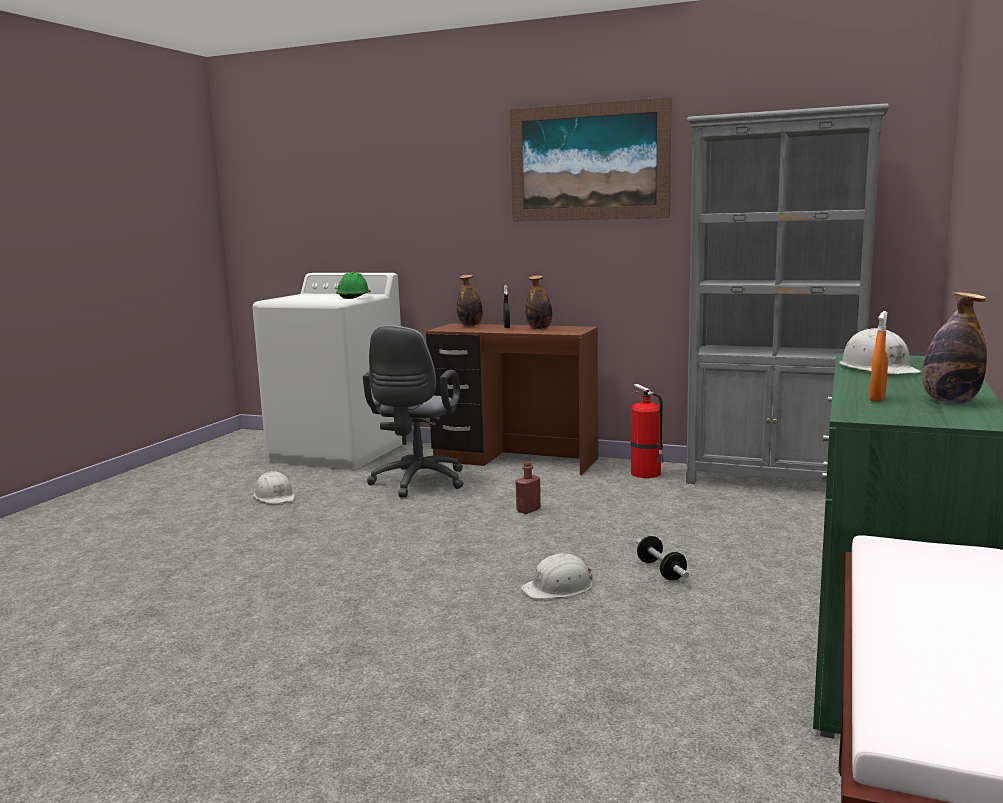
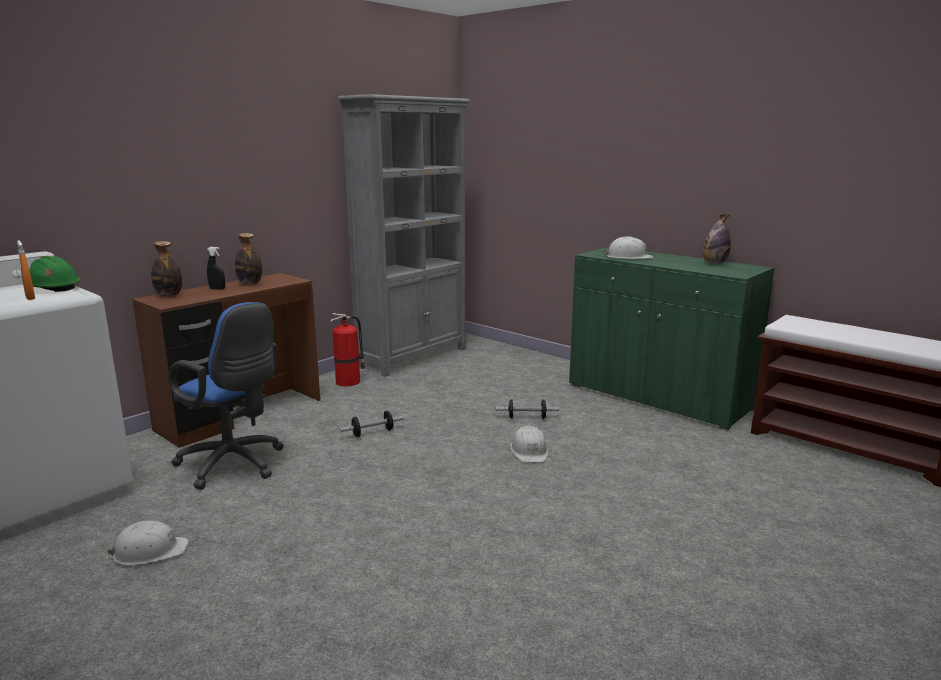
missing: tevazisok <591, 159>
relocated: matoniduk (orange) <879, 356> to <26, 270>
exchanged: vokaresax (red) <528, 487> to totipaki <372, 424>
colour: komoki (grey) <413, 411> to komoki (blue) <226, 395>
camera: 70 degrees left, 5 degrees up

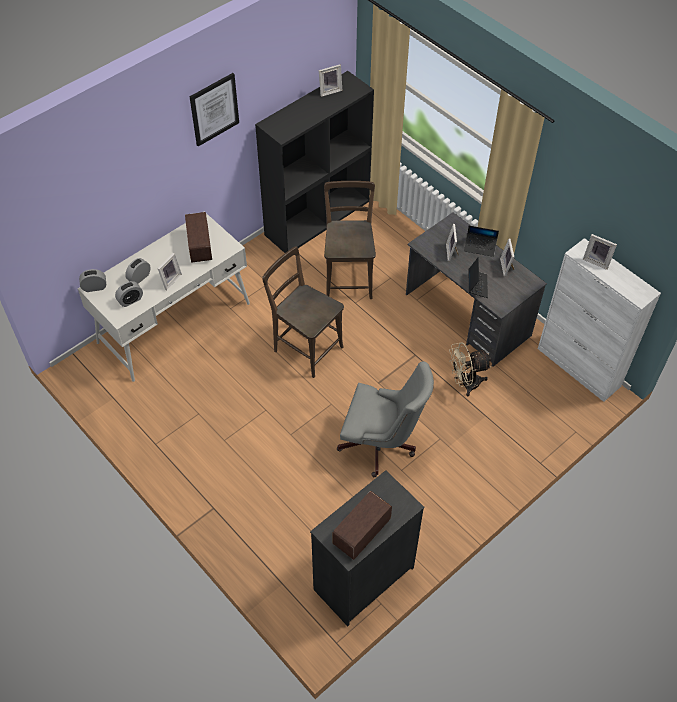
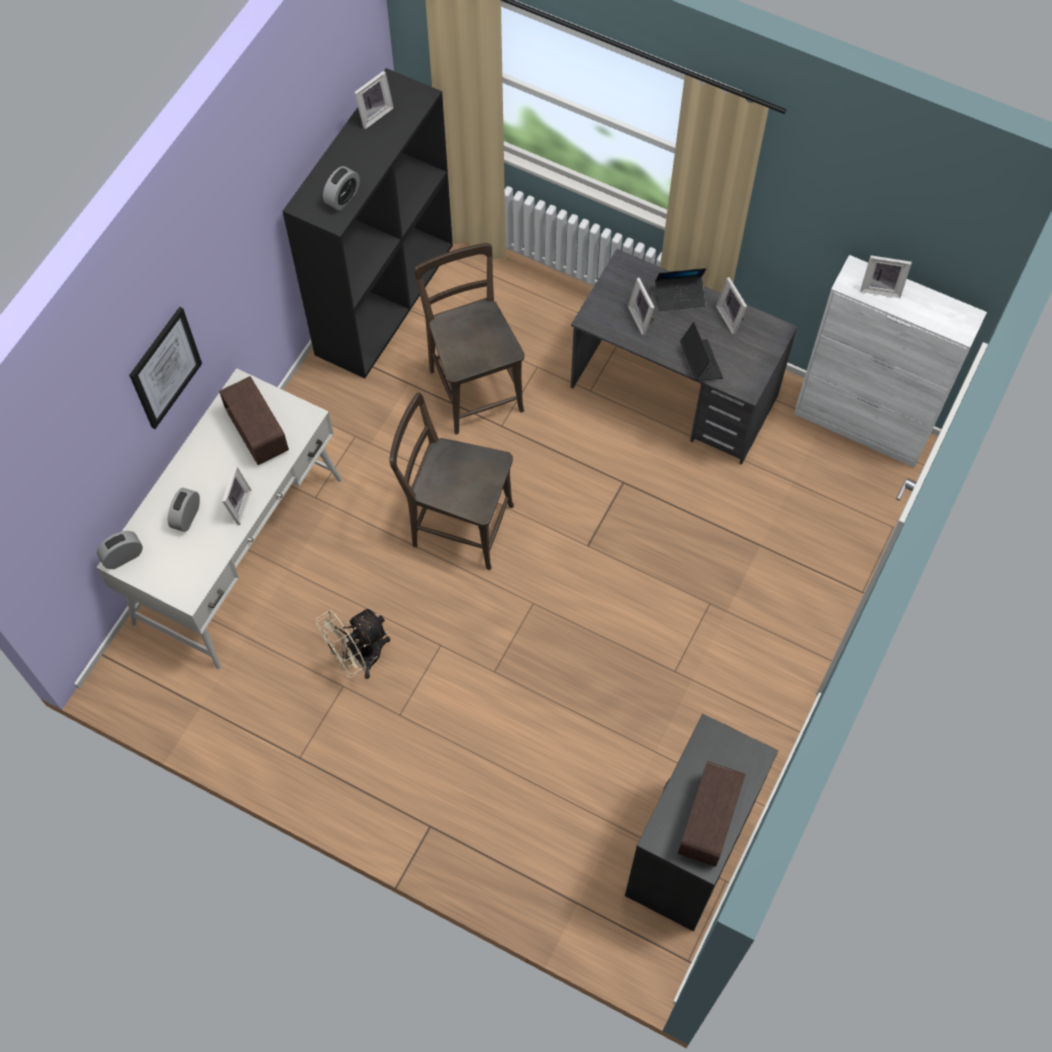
missing: komoki (grey) <385, 419>
relocated: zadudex <129, 294> to <341, 188>; tevazisok <214, 109> to <165, 368>; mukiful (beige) <470, 369> to <353, 643>
camera: 20 degrees left, 10 degrees up

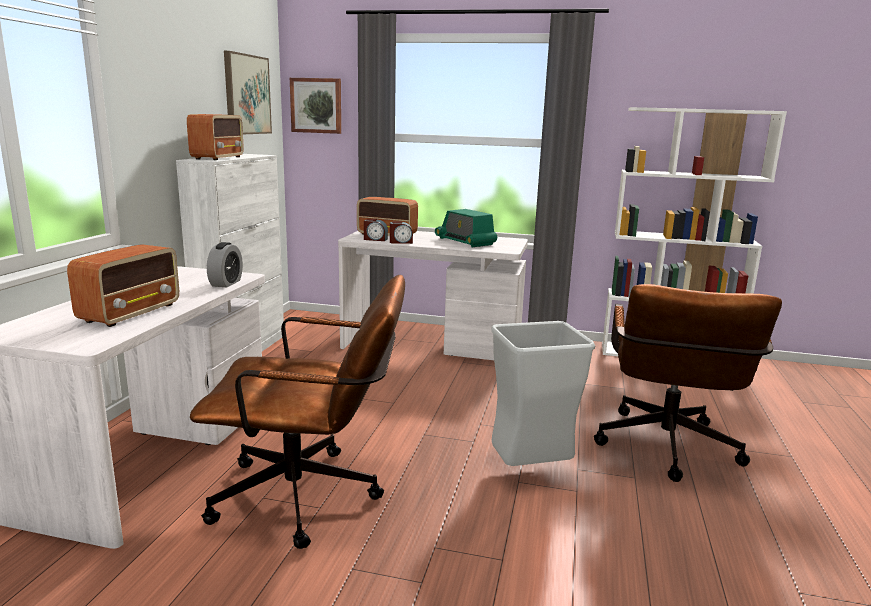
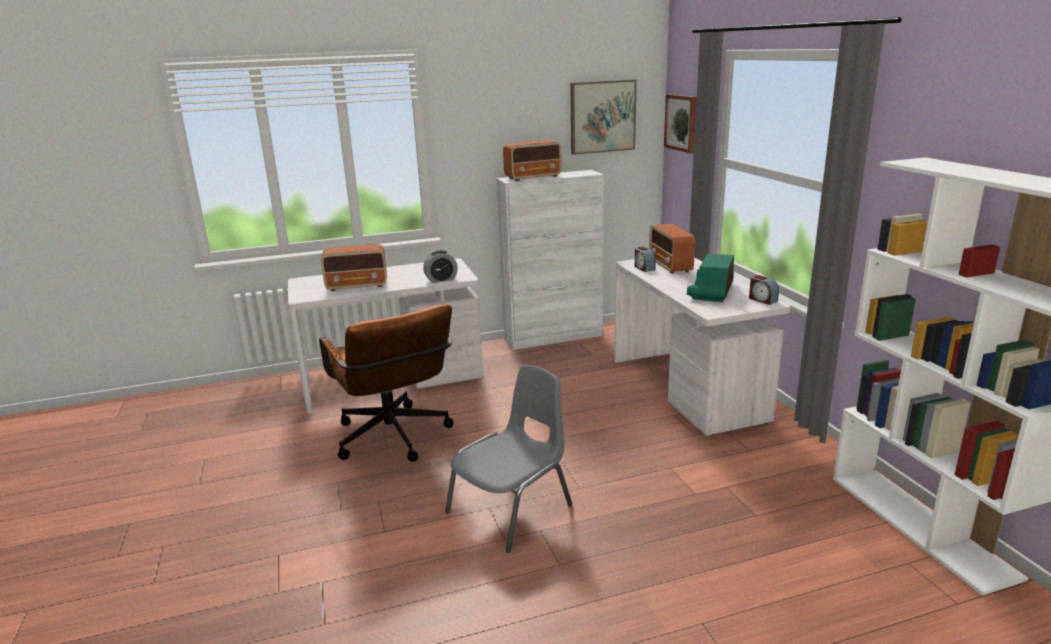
missing: komoki (brown) <688, 383>
relocated: zadudex <401, 232> to <764, 290>
exchanged: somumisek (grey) <543, 393> to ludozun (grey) <508, 458>
camera: 60 degrees right, 5 degrees up

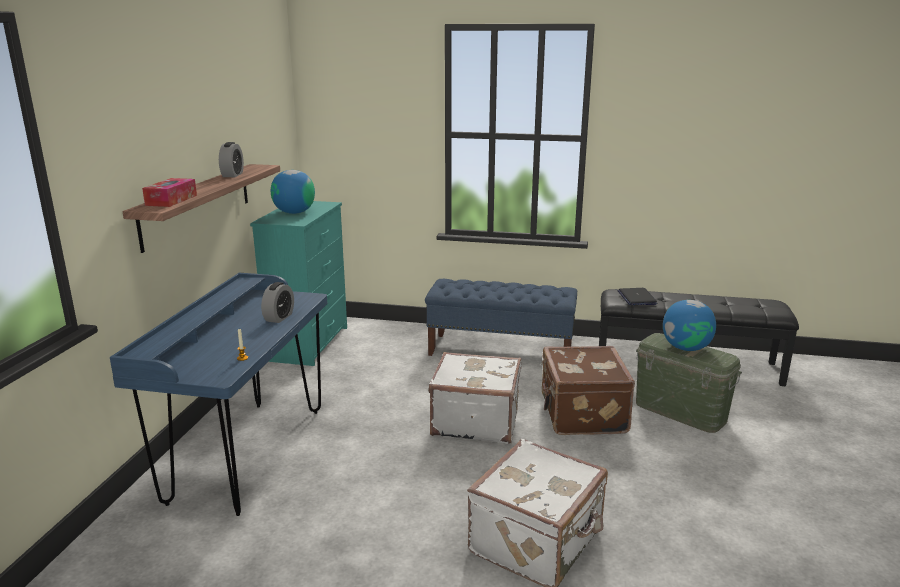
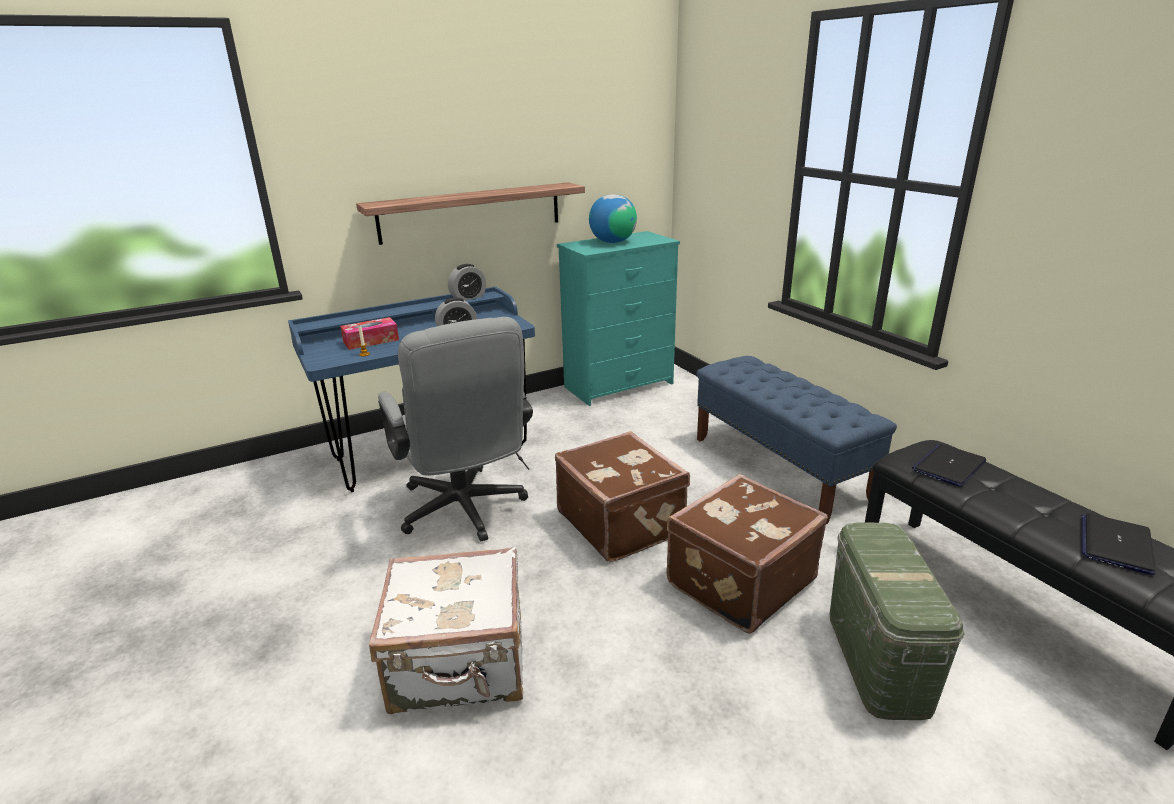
missing: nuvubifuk <689, 325>
appeared: komoki (grey) <455, 429>; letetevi <1118, 544>
relocated: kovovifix <169, 192> to <369, 333>; zadudex <231, 159> to <467, 282>
colour: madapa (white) <474, 397> to madapa (brown) <622, 496>
camera: 50 degrees right, 5 degrees up

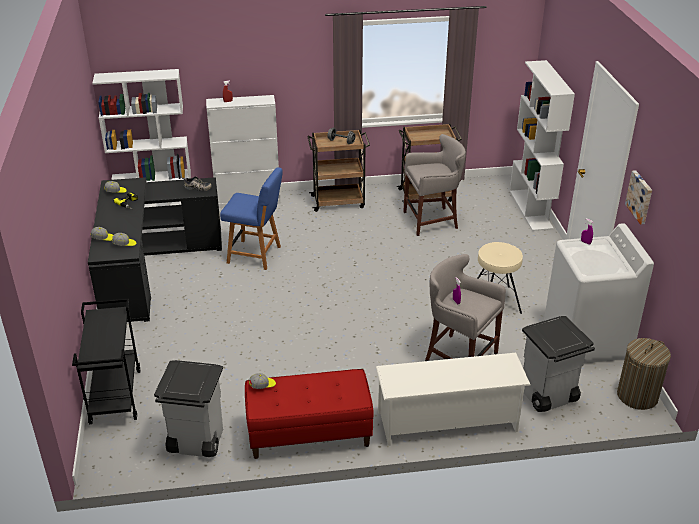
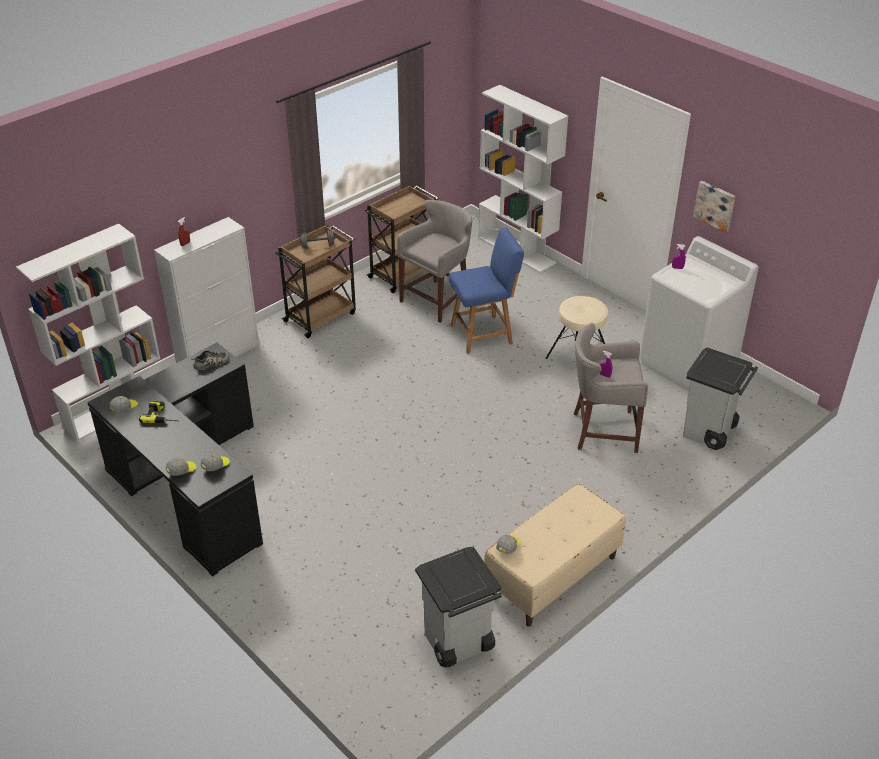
missing: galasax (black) <106, 361>; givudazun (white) <453, 399>; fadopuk <644, 374>
relocated: ludozun (blue) <251, 218> to <486, 290>
colour: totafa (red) <309, 414> to totafa (beige) <555, 555>
camera: 35 degrees left, 5 degrees up

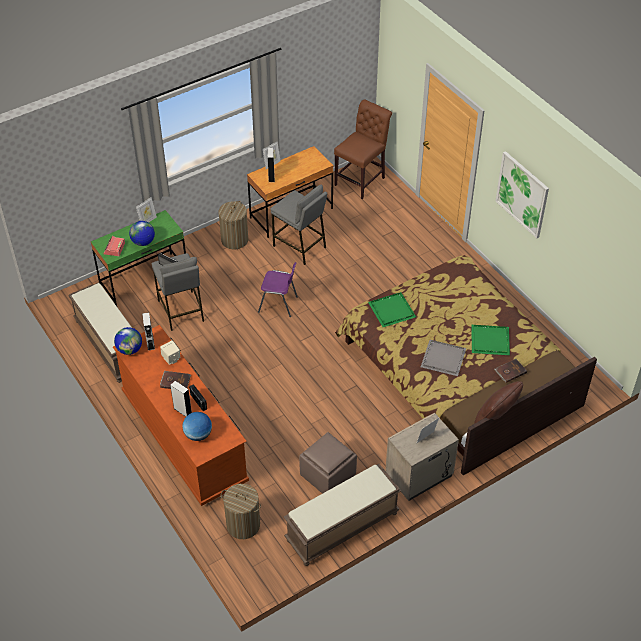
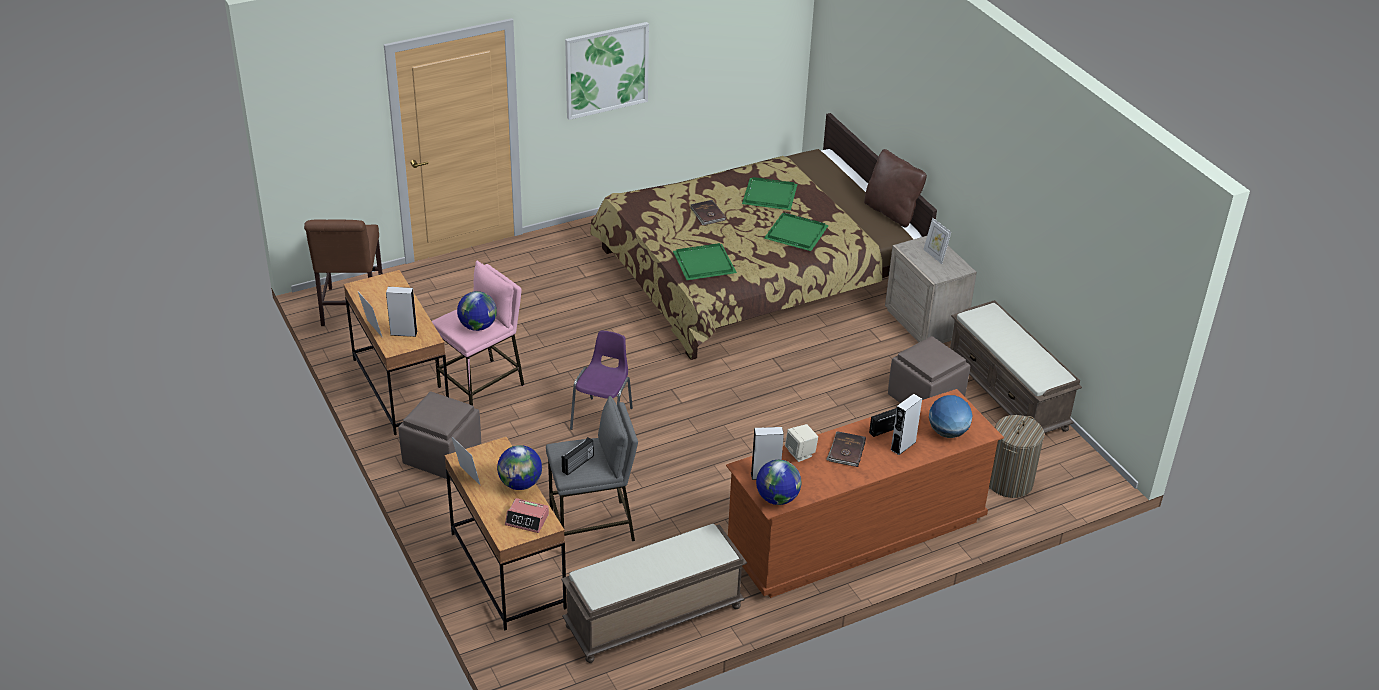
appeared: nuvubifuk <477, 311>
relocated: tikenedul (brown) <510, 371> to <708, 212>
exchanged: fadopuk <233, 225> to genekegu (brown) <439, 436>
colour: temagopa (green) <138, 258> to temagopa (brown) <506, 533>; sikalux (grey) <299, 224> to sikalux (pink) <478, 333>; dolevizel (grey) <443, 358> to dolevizel (green) <796, 231>
spun: ludozun (brown) <363, 149> = <343, 272> 135 degrees counterclockwise
camera: 85 degrees left, 10 degrees down

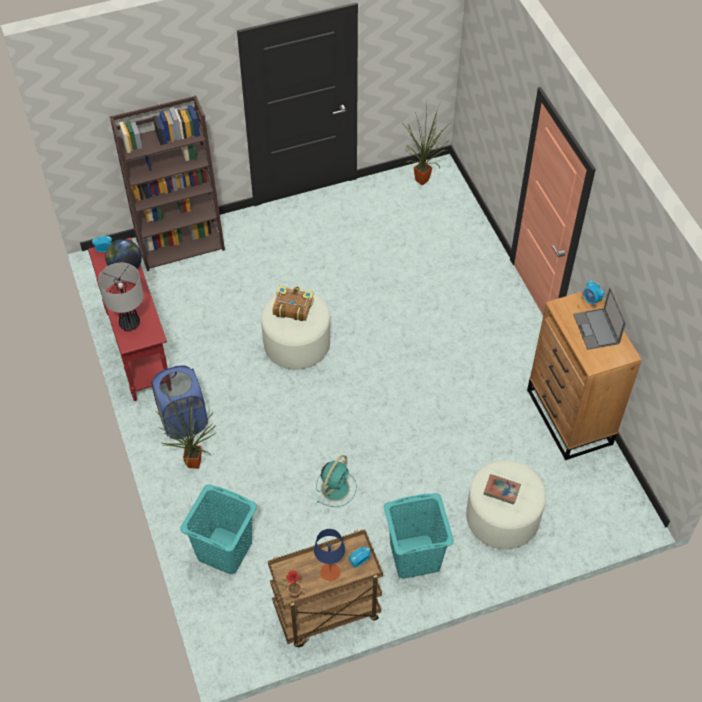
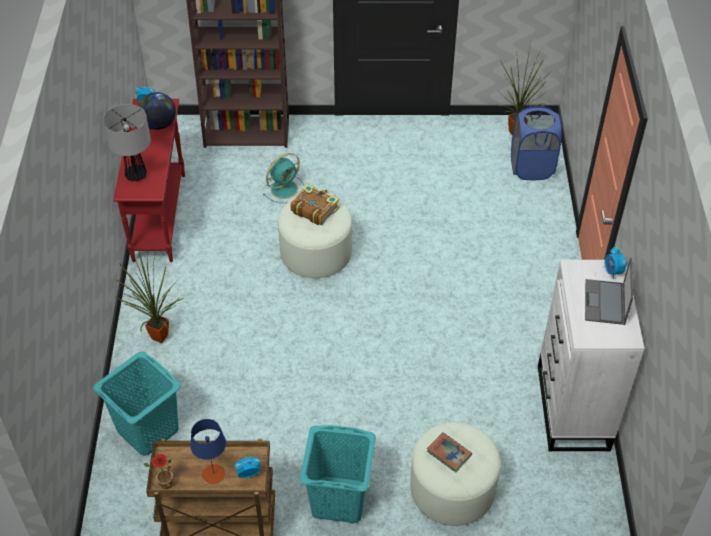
relocated: fadopuk (blue) <179, 402> to <536, 143>; mukiful (turquoise) <336, 481> to <283, 178>
colour: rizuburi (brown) <584, 375> to rizuburi (white) <591, 356>
camera: 20 degrees right, 5 degrees down

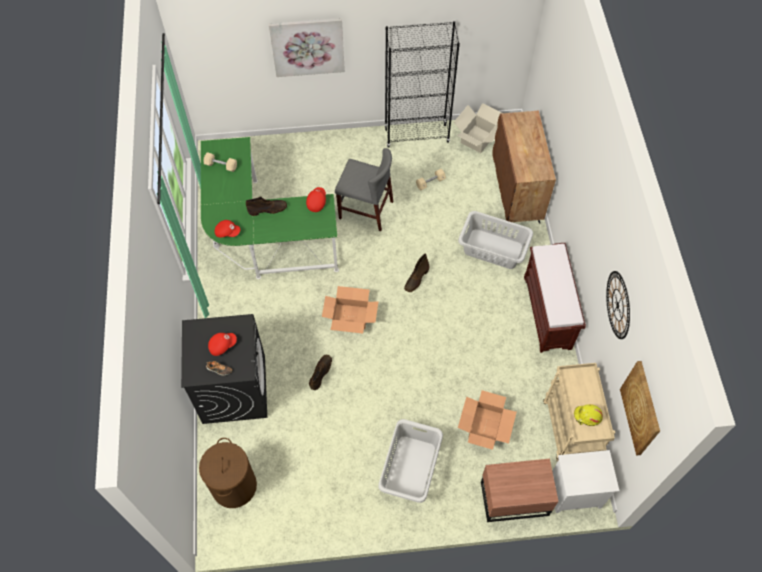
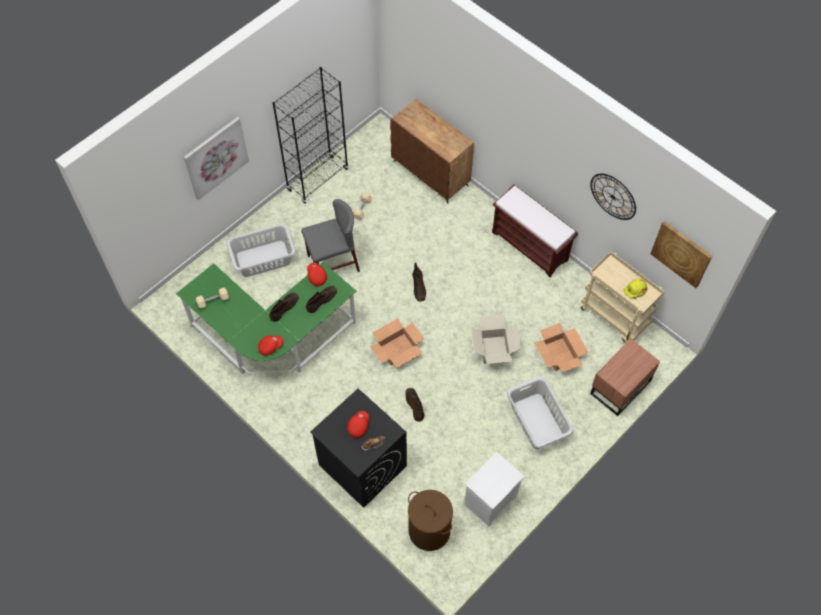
appeared: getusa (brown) <321, 299>
relocated: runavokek <478, 128> to <496, 339>; fadopuk (grey) <495, 240> to <261, 250>; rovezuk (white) <585, 481> to <494, 489>
camera: 40 degrees left, 0 degrees up

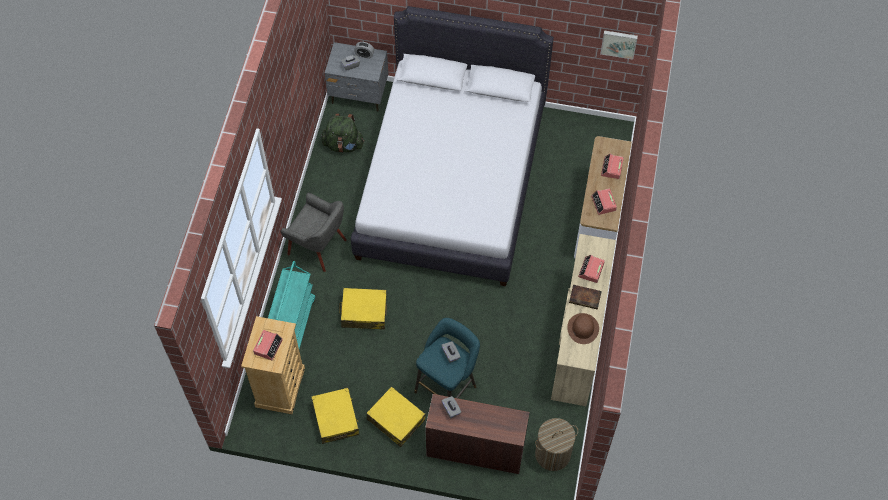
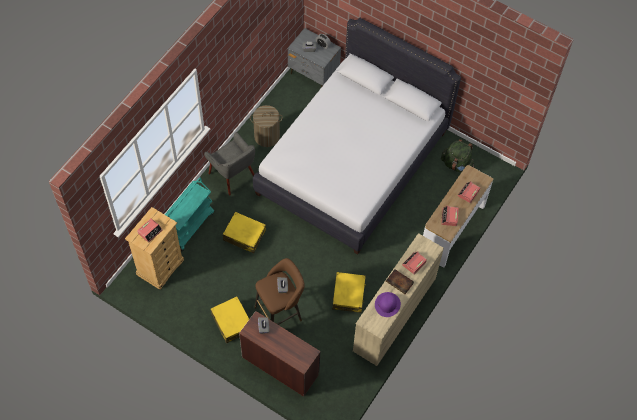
missing: tevazisok <619, 45>
relocated: madapa (yellow) <335, 416> to <349, 292>; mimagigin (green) <342, 133> to <457, 156>; fadopuk <556, 444> to <266, 126>
colour: sikalux (turquoise) <447, 358> to sikalux (brown) <279, 291>; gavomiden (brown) <583, 328> to gavomiden (purple) <388, 304>
camera: 20 degrees right, 0 degrees up

